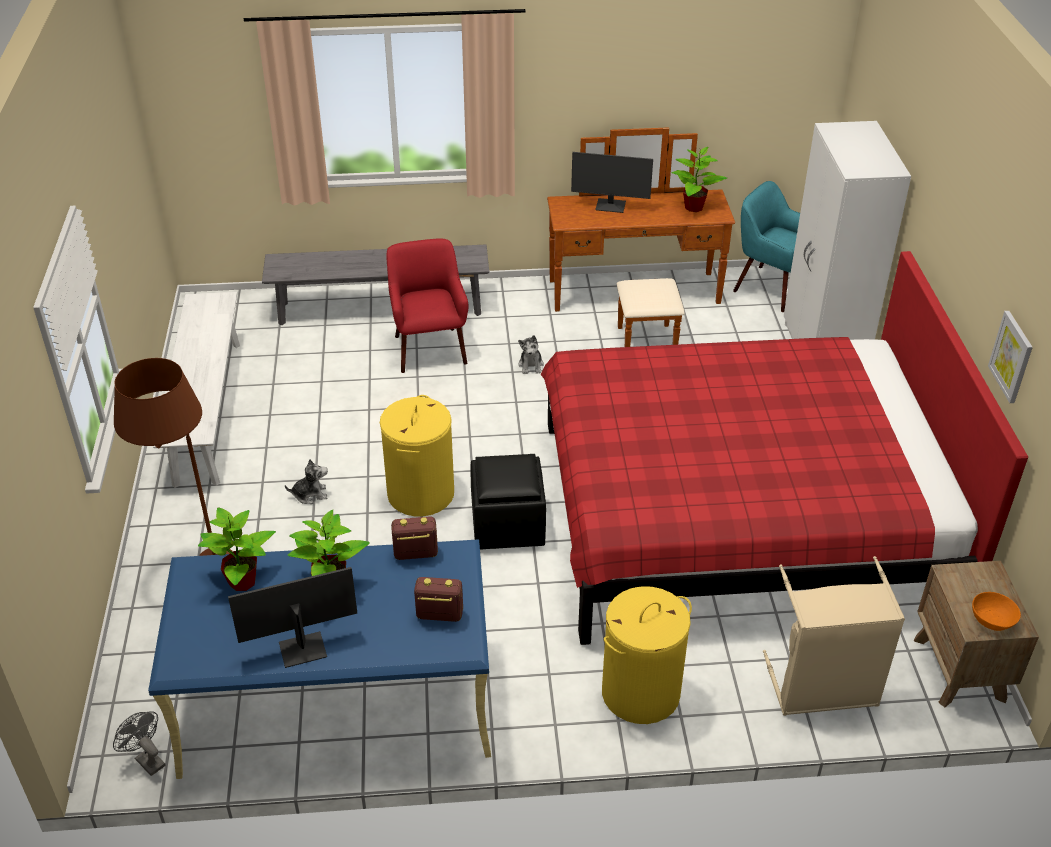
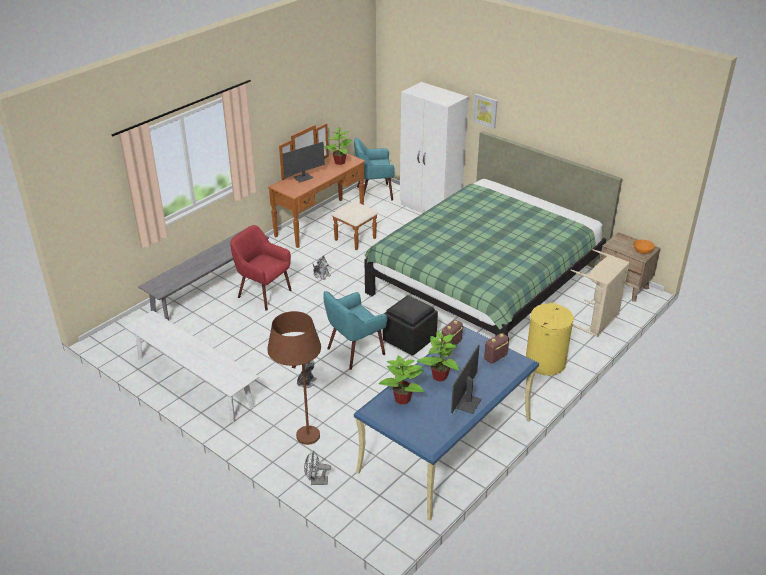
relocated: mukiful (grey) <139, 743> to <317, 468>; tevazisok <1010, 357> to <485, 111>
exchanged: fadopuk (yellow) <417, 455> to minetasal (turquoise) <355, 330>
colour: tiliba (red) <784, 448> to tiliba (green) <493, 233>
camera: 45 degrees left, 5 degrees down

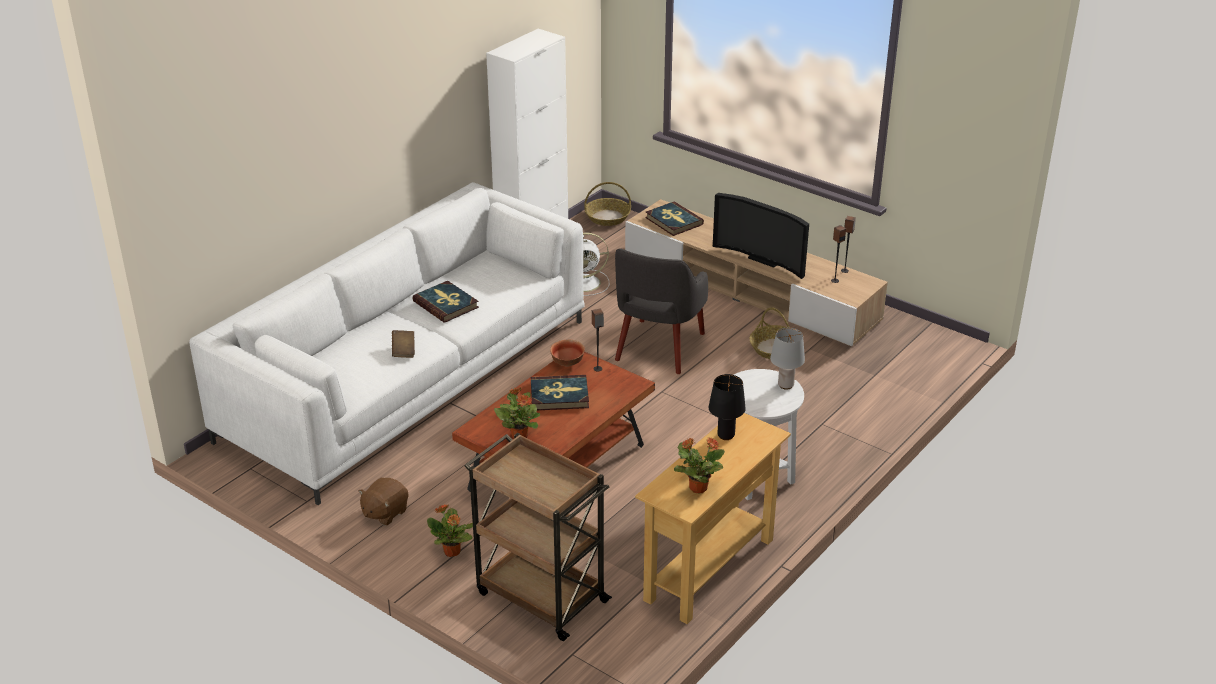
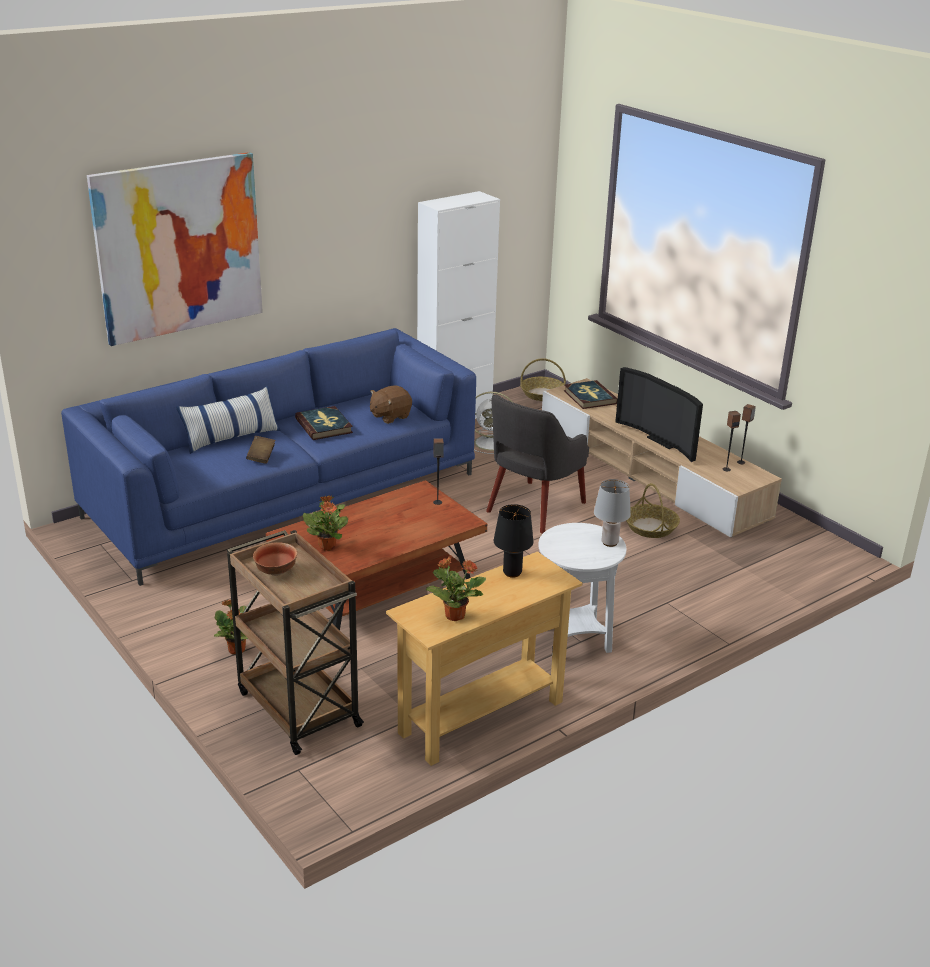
missing: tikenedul <560, 392>
appeared: tevazisok <175, 249>; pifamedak <228, 420>
relocated: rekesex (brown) <383, 502> to <391, 405>; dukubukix <567, 353> to <275, 559>
colour: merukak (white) <387, 343> to merukak (blue) <268, 457>
camera: 15 degrees right, 5 degrees down

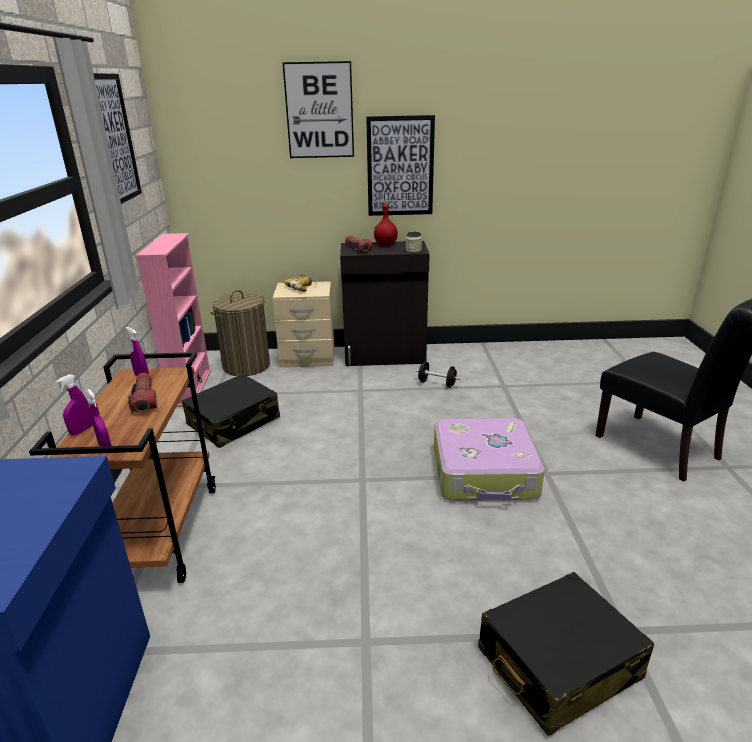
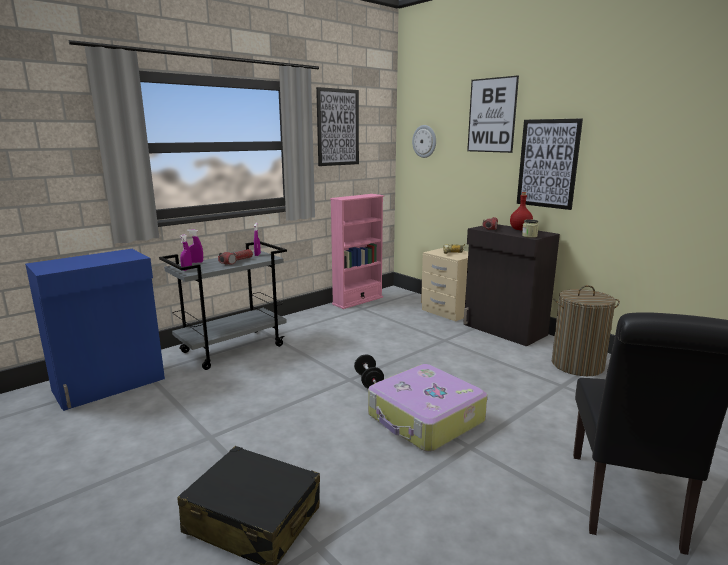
missing: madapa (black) <231, 411>
appeared: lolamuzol <424, 141>
relocated: fadopuk <240, 333> to <586, 330>; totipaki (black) <438, 374> to <369, 371>
colour: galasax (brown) <122, 467> to galasax (grey) <223, 305>
camera: 50 degrees right, 10 degrees down

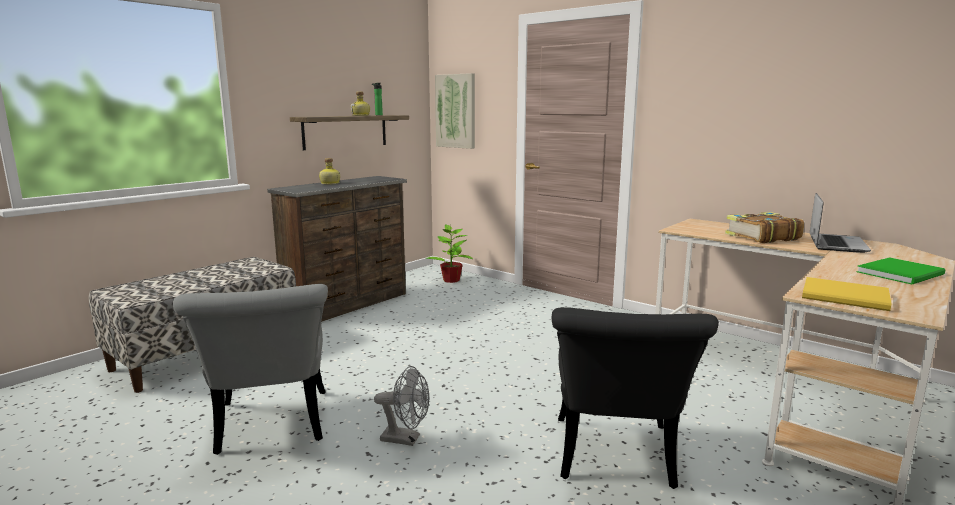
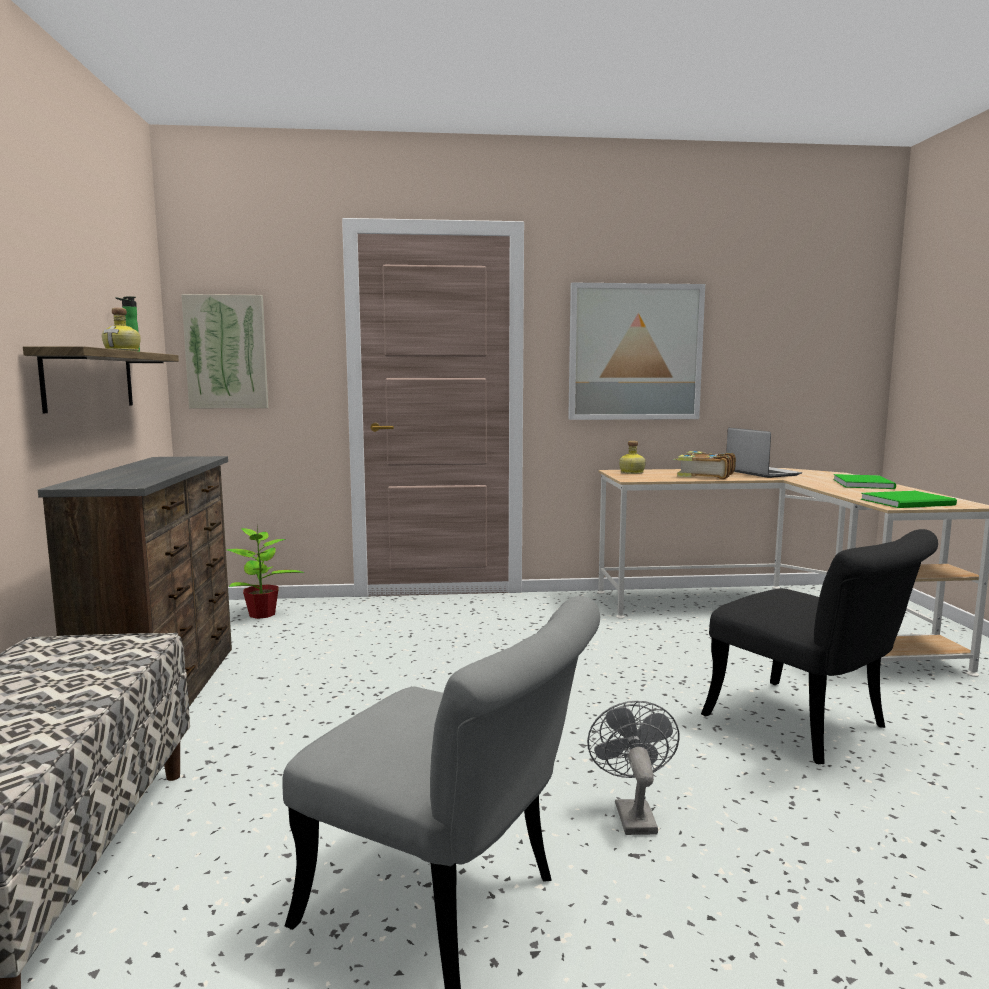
appeared: tevazisok <636, 351>
relocated: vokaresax <329, 171> to <632, 457>
colour: tikenedul (yellow) <846, 294> to tikenedul (green) <909, 499>
spun: mukiful (grey) <401, 406> = <633, 768> 60 degrees counterclockwise
camera: 45 degrees left, 5 degrees down

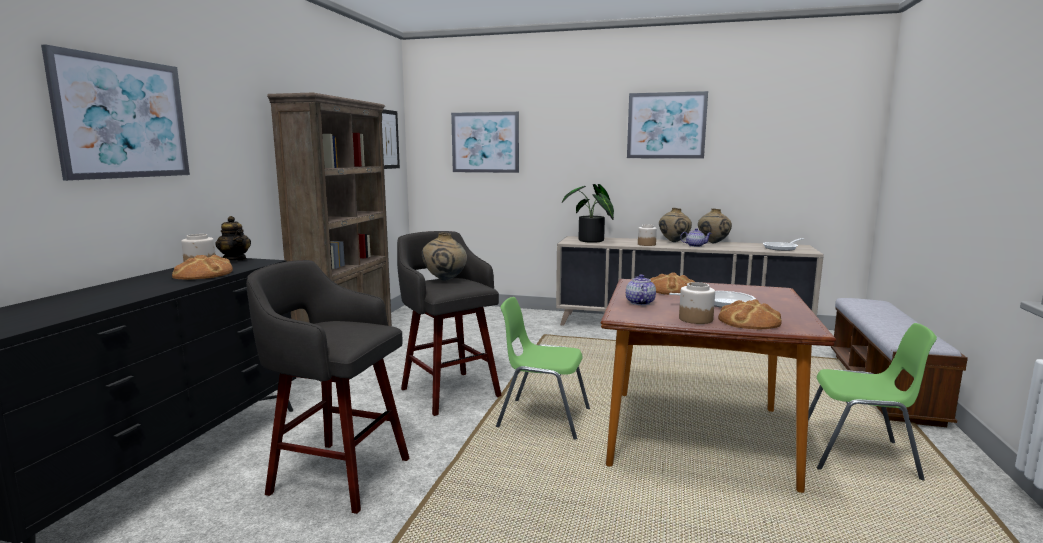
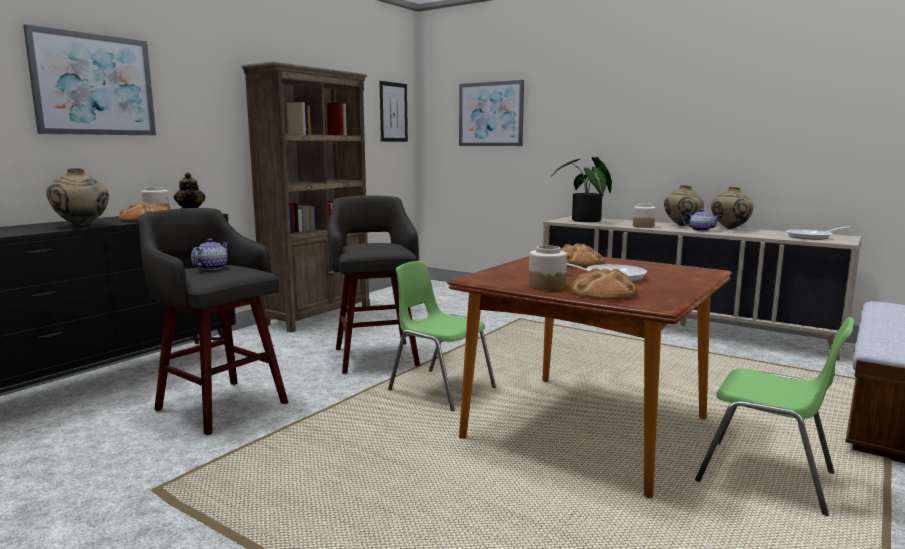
missing: tevazisok <667, 125>
relocated: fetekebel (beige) <444, 256> to <77, 197>; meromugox <641, 289> to <210, 254>
camera: 20 degrees right, 0 degrees up

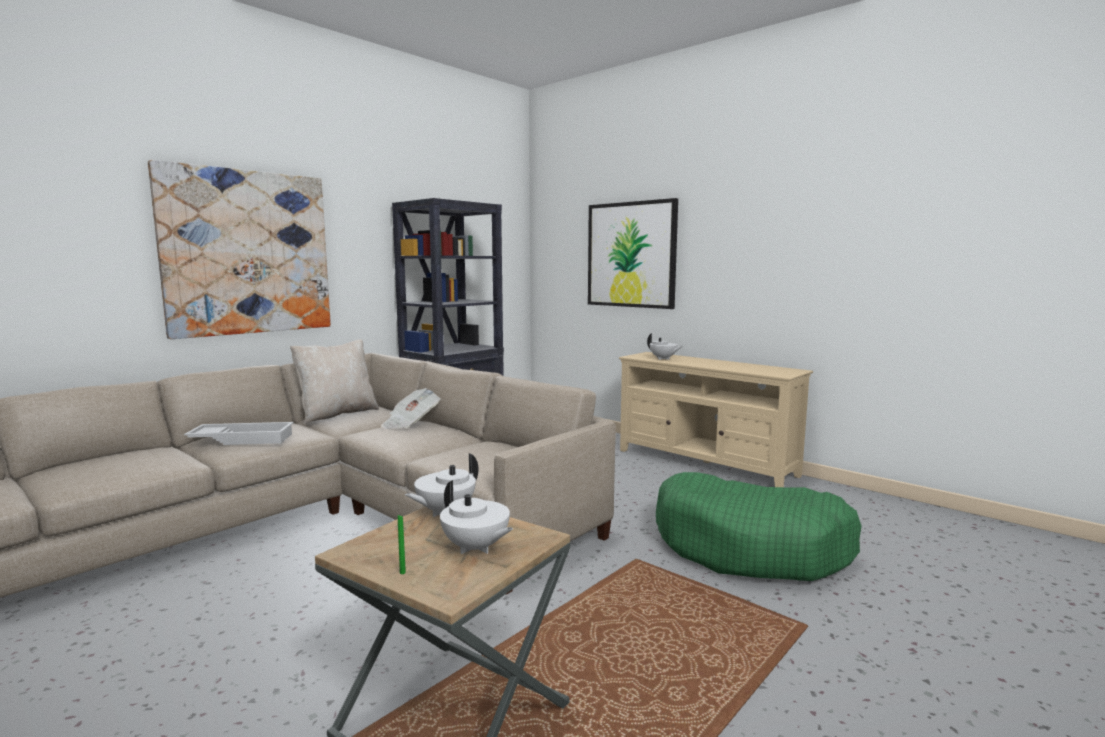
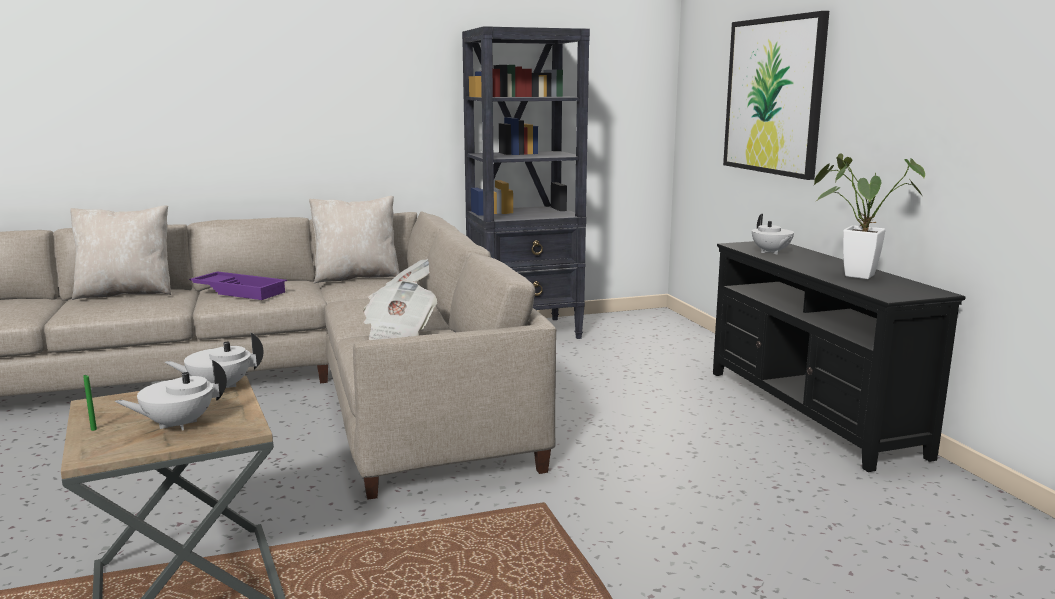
missing: tevazisok <239, 249>; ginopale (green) <759, 526>
appeared: pifamedak (beige) <120, 253>; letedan <400, 310>; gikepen <869, 216>
colour: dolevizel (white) <239, 433> to dolevizel (purple) <238, 285>; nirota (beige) <716, 419> to nirota (black) <839, 356>
spun: meromugox (white) <476, 517> = <170, 395> 75 degrees clockwise
camera: 30 degrees right, 5 degrees up

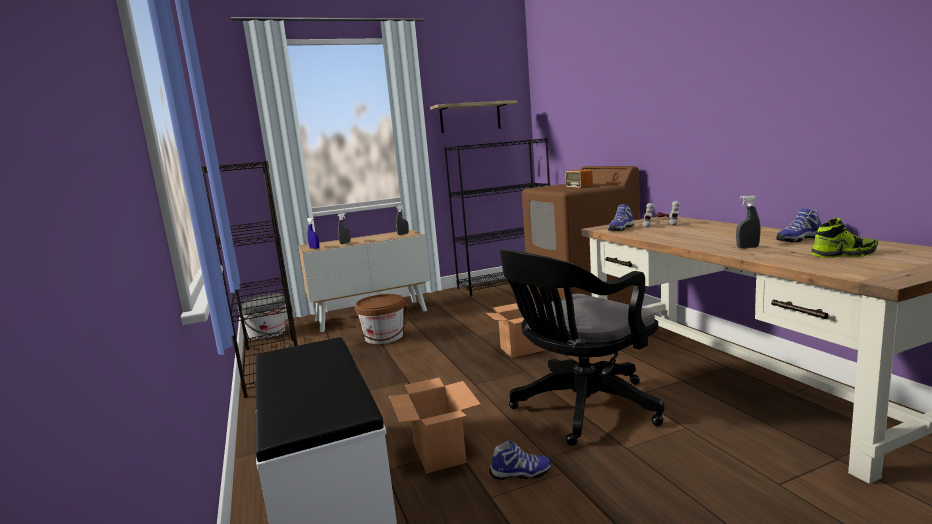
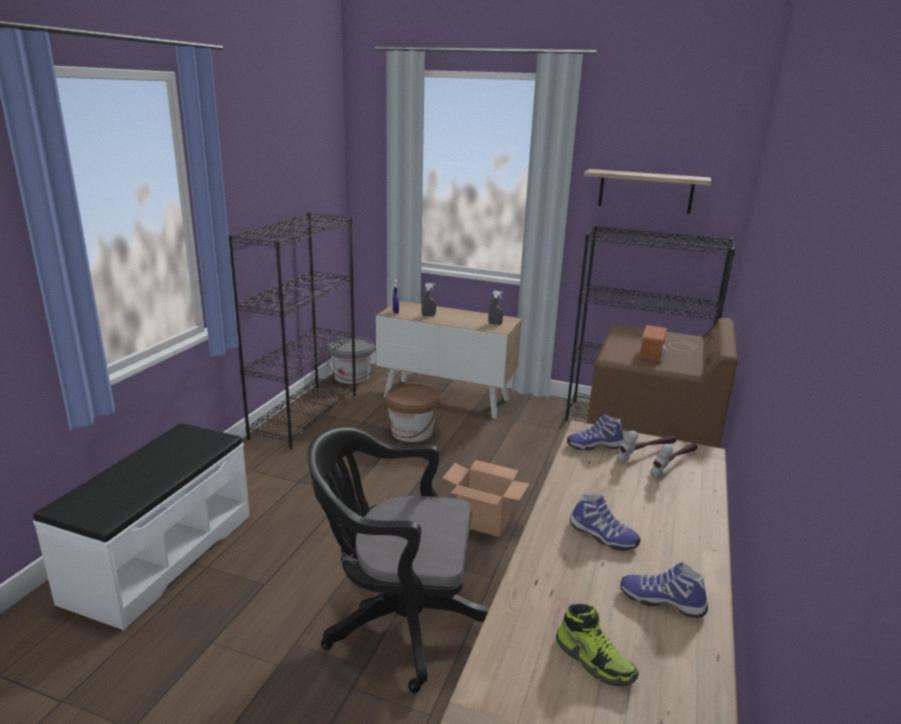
missing: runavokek <435, 426>; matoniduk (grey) <748, 221>
relocated: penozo <520, 460> to <605, 522>
camera: 40 degrees right, 10 degrees up

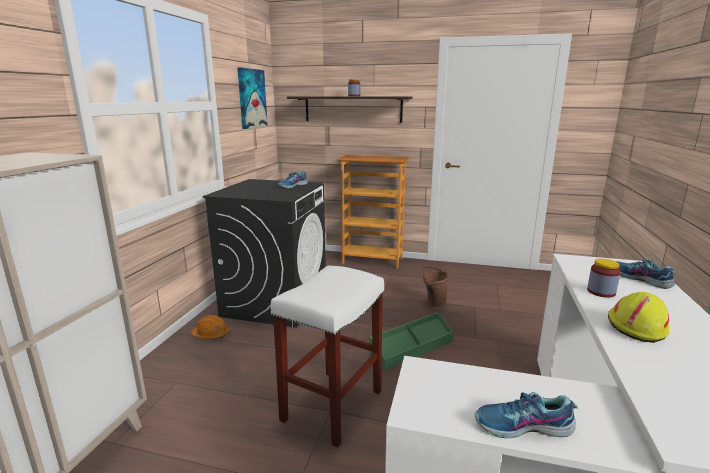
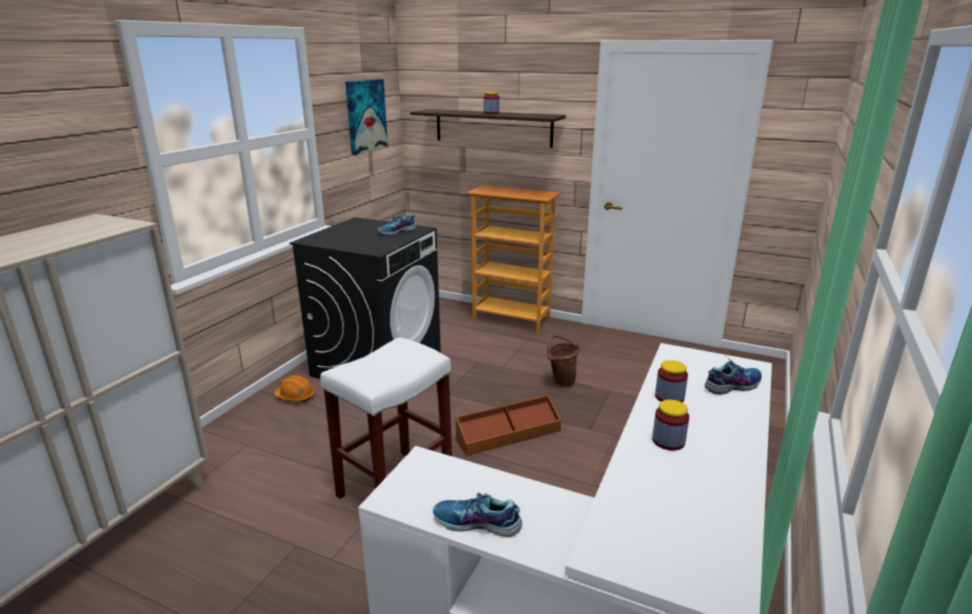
exchanged: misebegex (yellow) <638, 317> to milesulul <670, 425>
colour: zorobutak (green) <412, 341> to zorobutak (brown) <508, 425>
spun: penozo <645, 274> = <733, 375> 90 degrees clockwise
camera: 10 degrees right, 5 degrees up

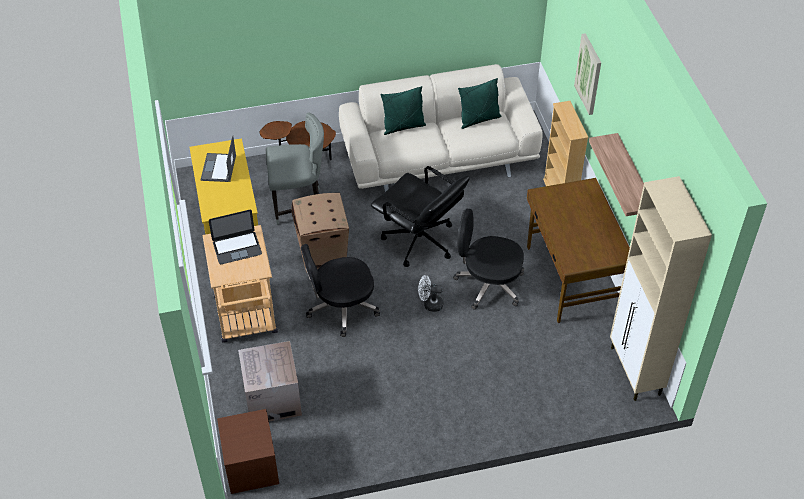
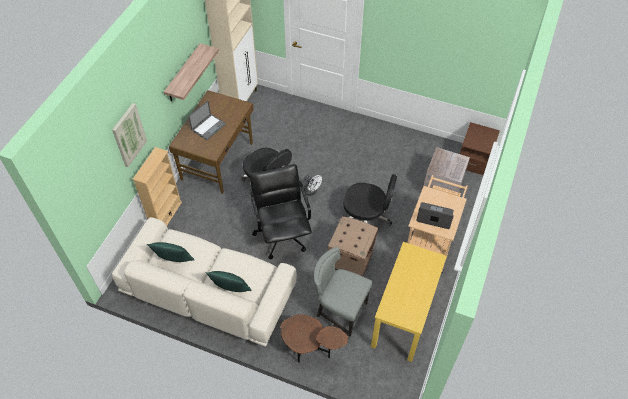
relocated: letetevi <218, 158> to <207, 120>
camera: 145 degrees left, 5 degrees up

